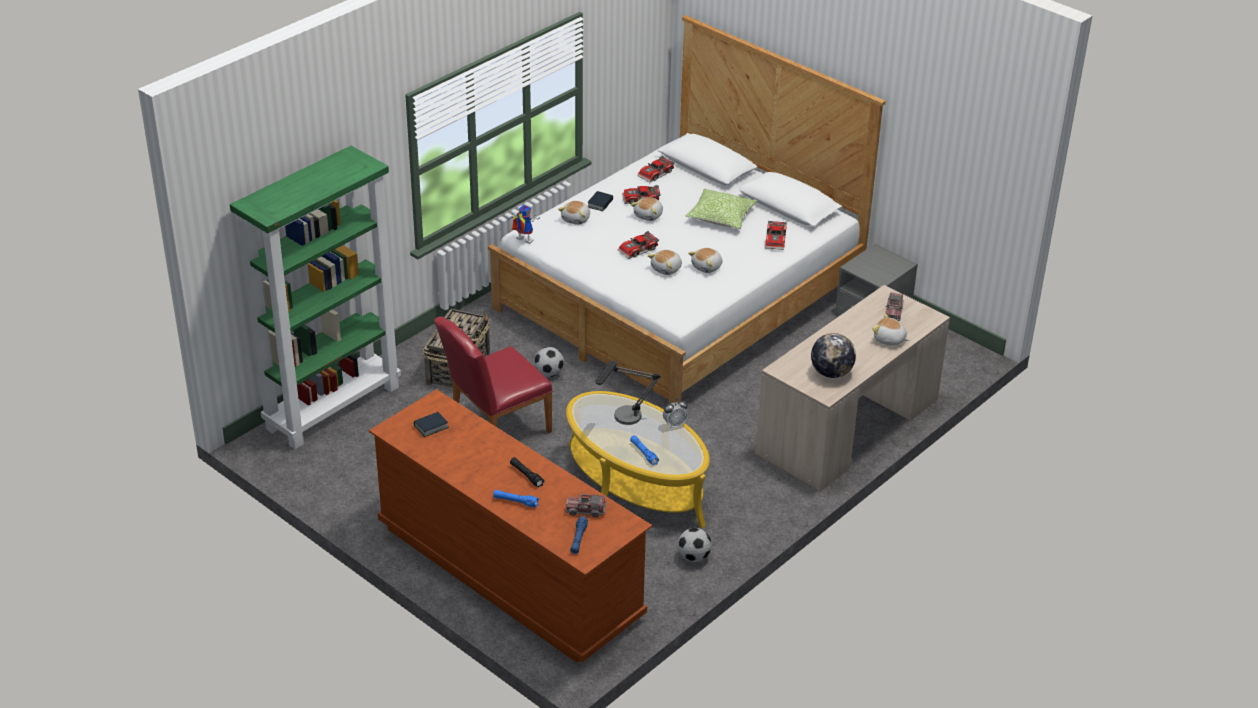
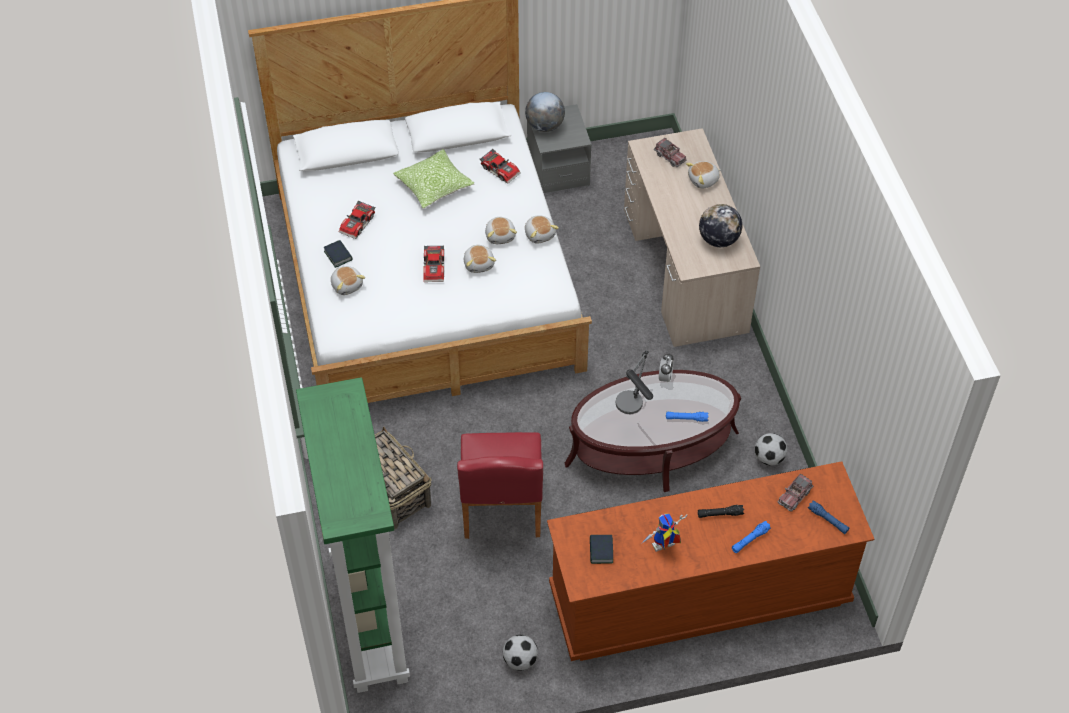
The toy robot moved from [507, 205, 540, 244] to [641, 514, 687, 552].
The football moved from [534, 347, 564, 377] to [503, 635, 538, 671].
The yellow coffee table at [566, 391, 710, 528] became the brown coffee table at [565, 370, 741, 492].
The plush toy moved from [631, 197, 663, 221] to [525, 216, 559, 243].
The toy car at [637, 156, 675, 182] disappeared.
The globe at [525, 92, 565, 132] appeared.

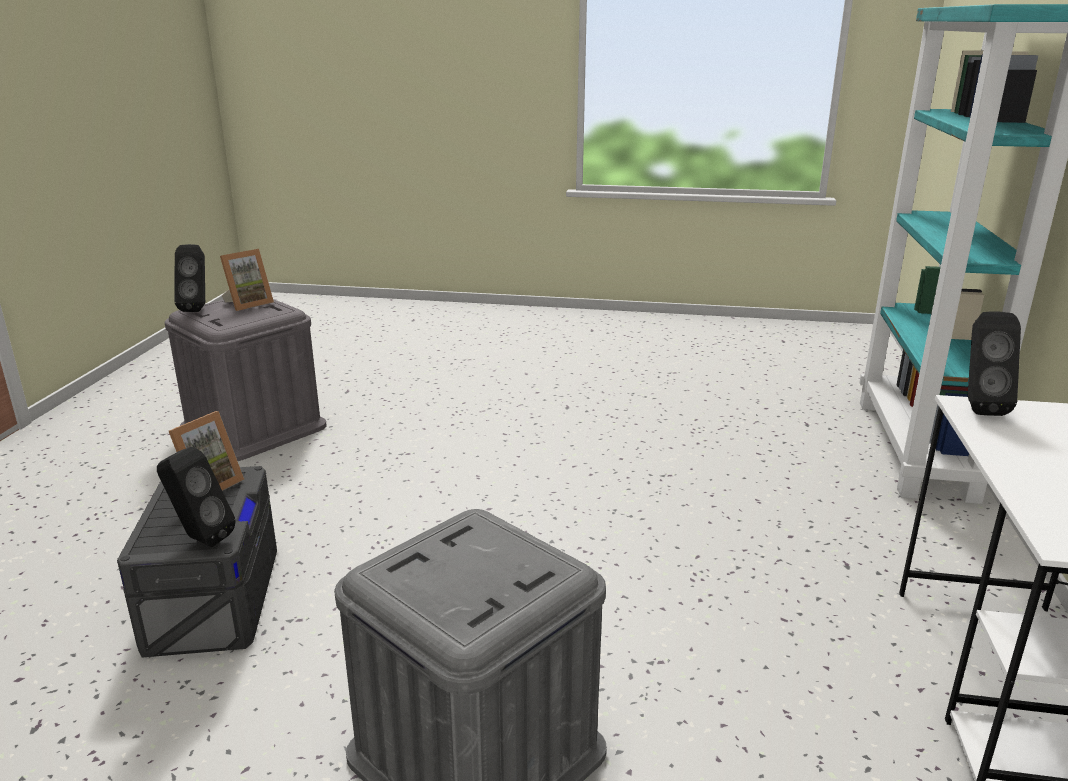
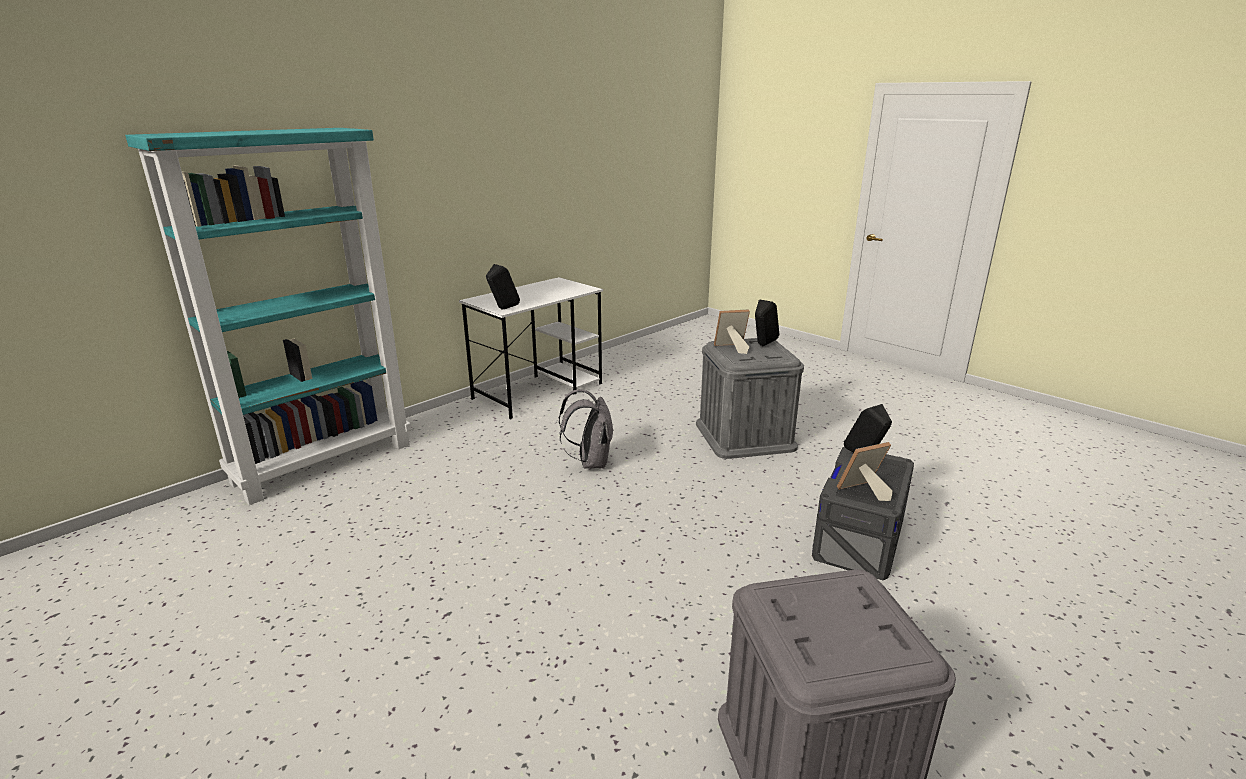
The black speaker moved from [175, 244, 205, 312] to [755, 299, 779, 346].
The picture frame moved from [220, 249, 274, 311] to [714, 310, 750, 354].
The grey backpack at [559, 389, 613, 469] appeared.

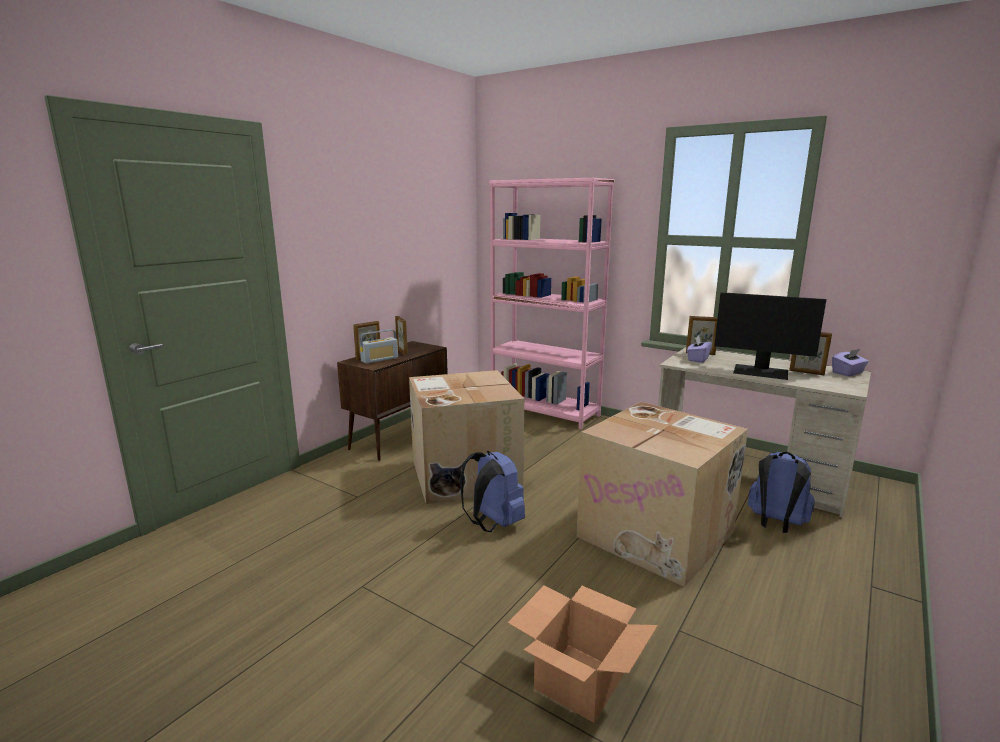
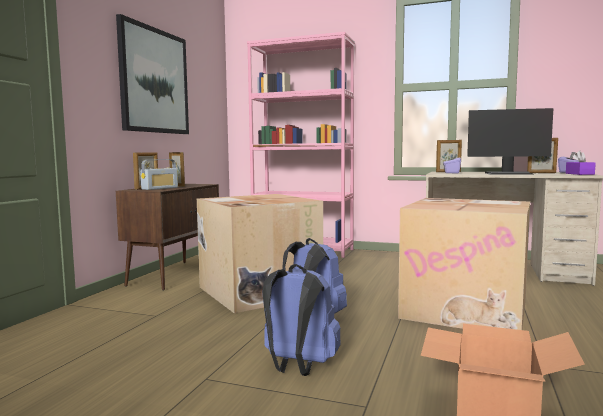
The blue backpack moved from [748, 452, 815, 533] to [262, 264, 341, 376].
The picture at [116, 14, 189, 134] appeared.
The purple tissue box at [566, 151, 596, 175] appeared.

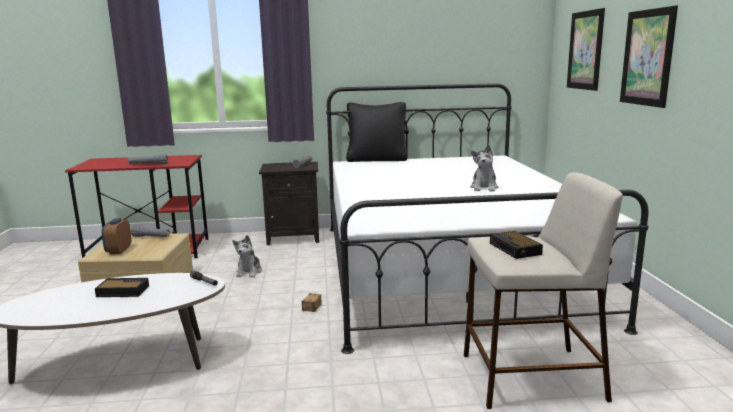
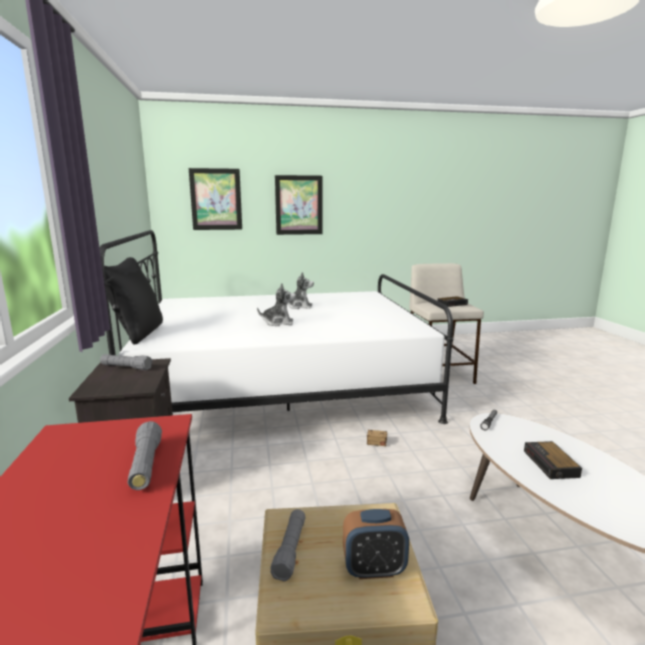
The plush toy moved from [232, 235, 262, 277] to [257, 283, 296, 326].

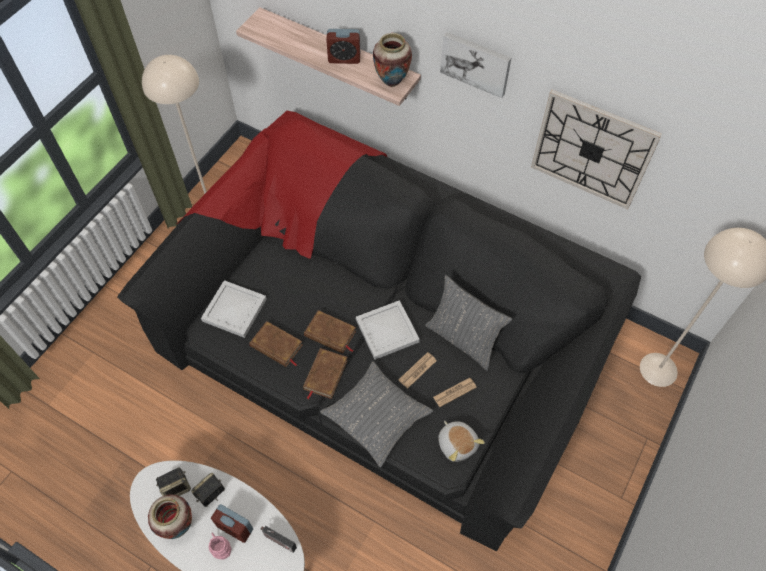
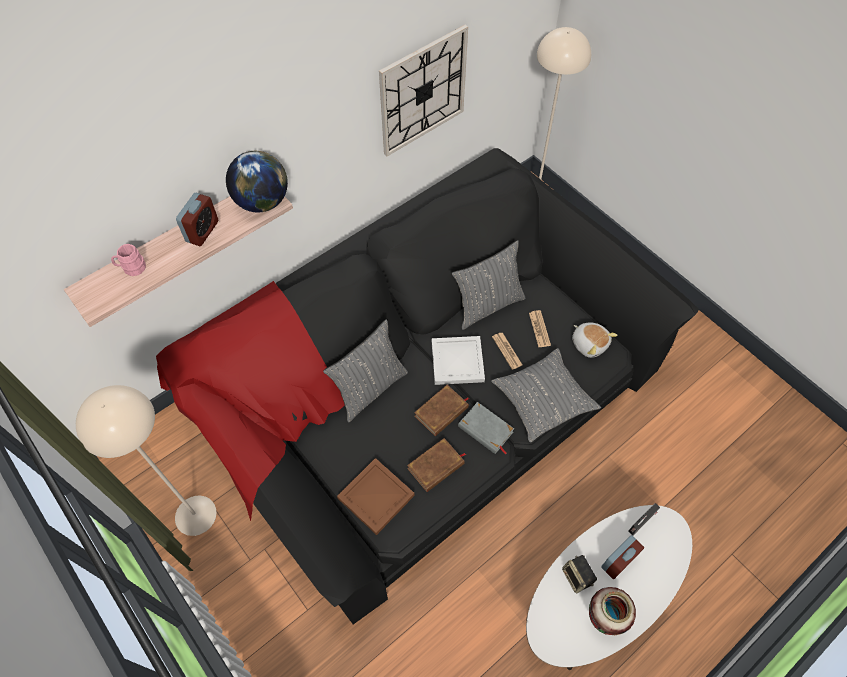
The speaker at [156, 467, 191, 496] disappeared.
The white tray at [201, 280, 267, 338] became the brown tray at [337, 458, 415, 535].
The pink mug moved from [209, 533, 231, 560] to [111, 244, 146, 276].
The brown book at [303, 348, 348, 399] became the grey book at [458, 402, 514, 455].
The vase at [373, 33, 412, 87] was replaced by the globe at [226, 151, 288, 213].
The plush toy at [438, 421, 485, 462] turned 60 degrees clockwise.
The picture at [440, 32, 511, 98] disappeared.
The grey pillow at [323, 319, 408, 422] appeared.

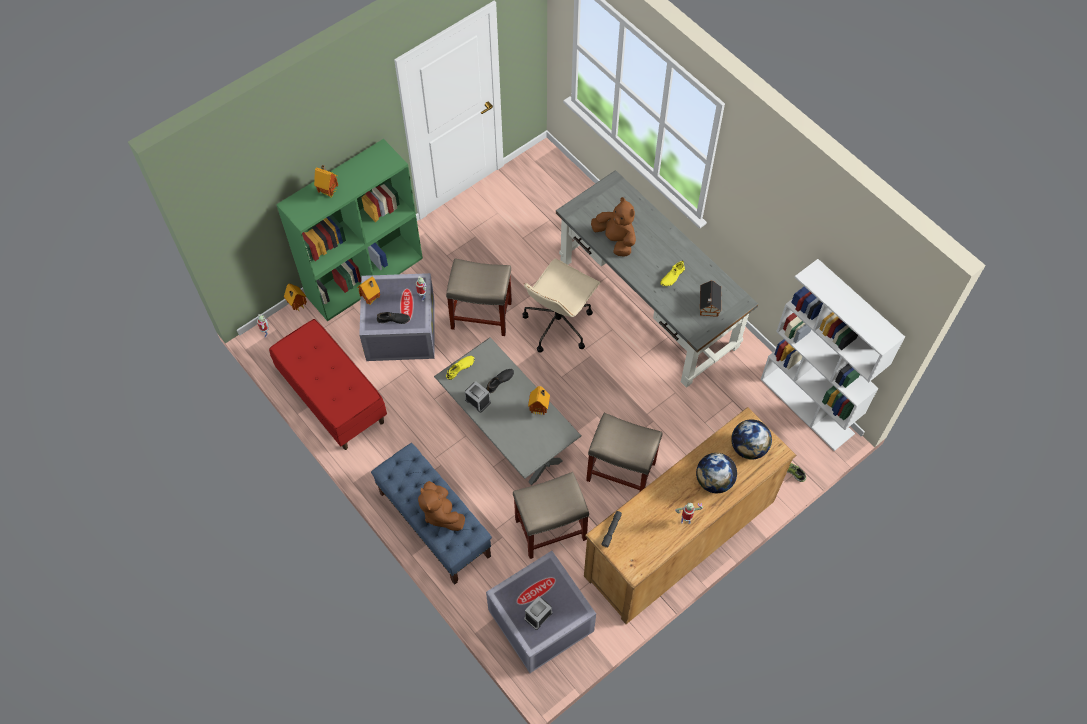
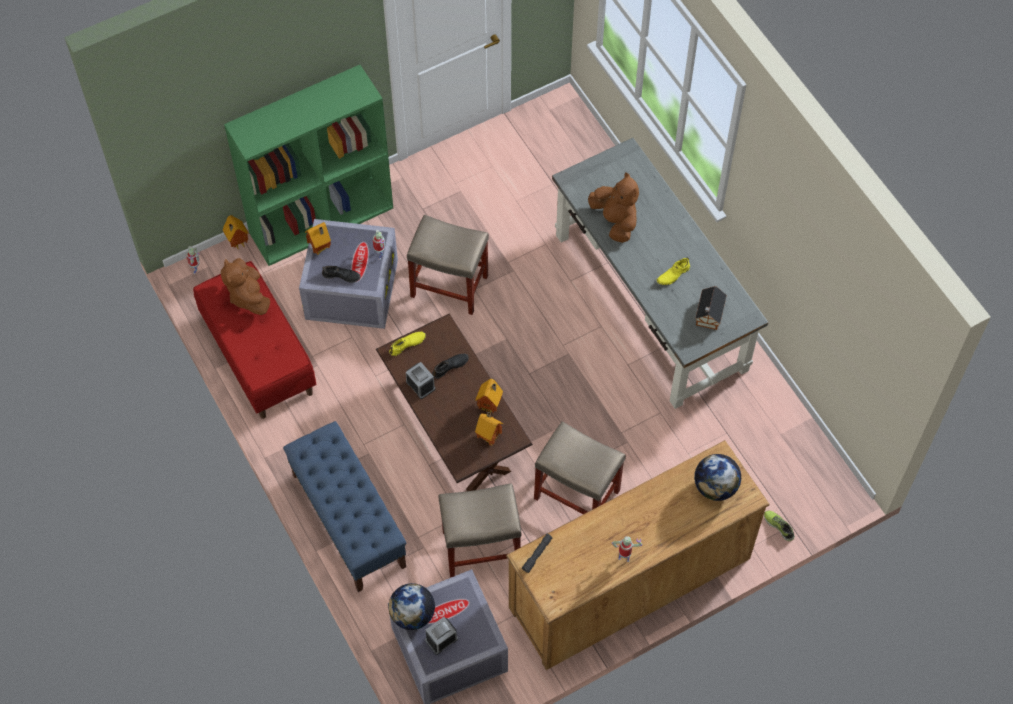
The toy house moved from [314, 165, 339, 198] to [475, 412, 503, 445].
The brown plush toy moved from [418, 481, 465, 531] to [221, 258, 270, 315].
The grey coffee table at [434, 337, 581, 485] became the brown coffee table at [376, 313, 533, 491].
The beige office chair at [523, 258, 600, 353] disappeared.
The globe moved from [696, 453, 737, 493] to [389, 583, 435, 630].
The white bookcase at [760, 259, 905, 451] disappeared.

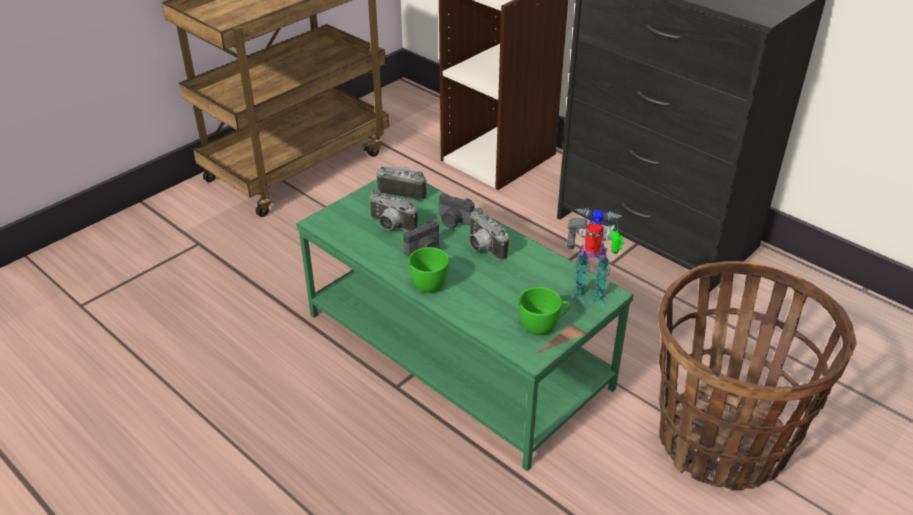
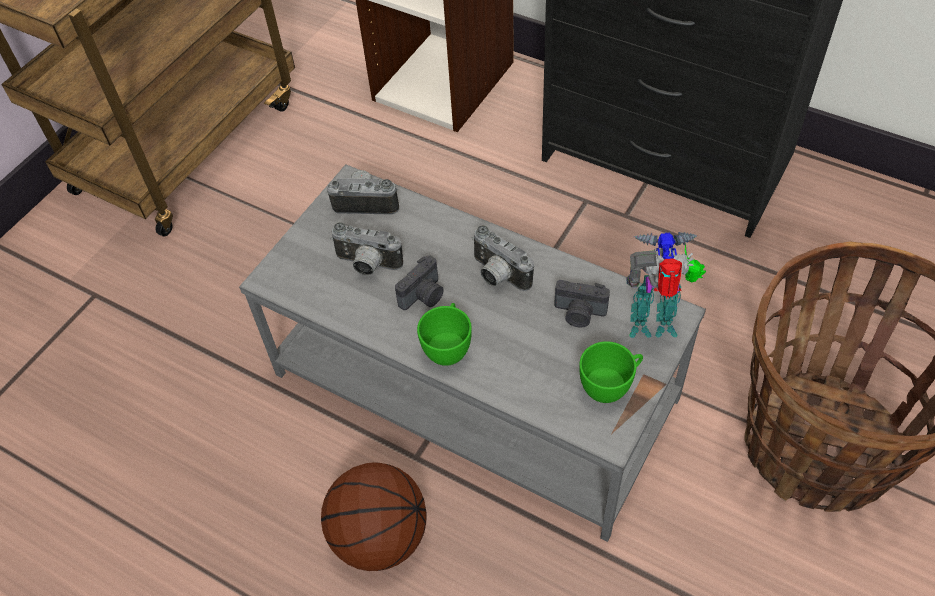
The green coffee table at [296, 179, 634, 471] became the grey coffee table at [239, 164, 706, 542].
The photo camera moved from [439, 193, 474, 228] to [554, 280, 610, 328].
The basketball at [321, 463, 426, 571] appeared.

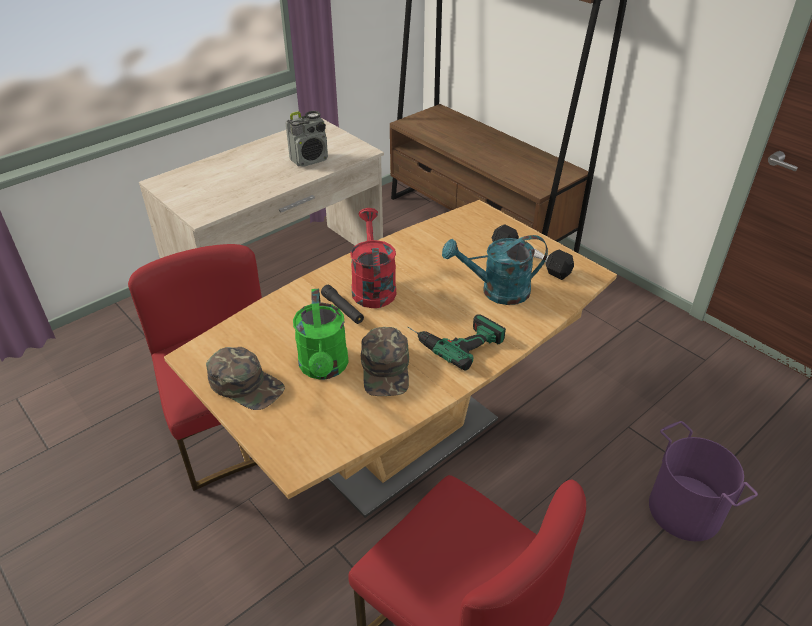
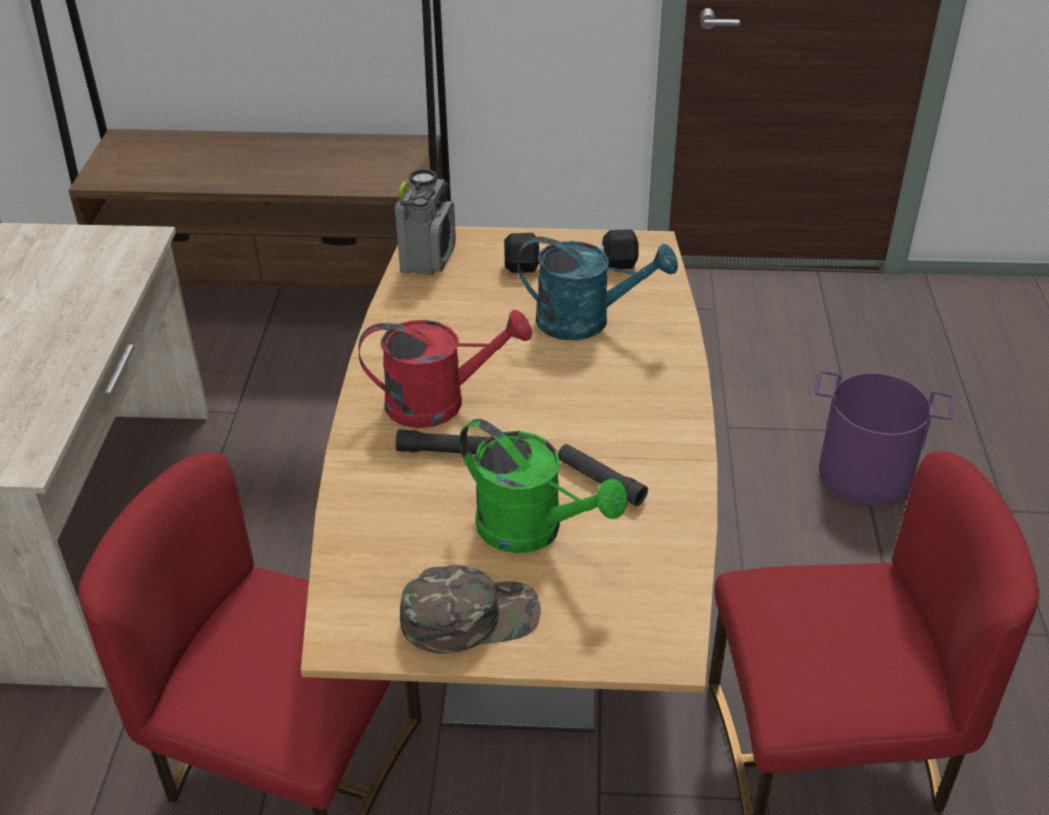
The radio moved from [285, 111, 328, 166] to [395, 169, 456, 275].
The red watering can at [350, 208, 397, 308] turned 135 degrees clockwise.
The green cap at [361, 327, 409, 396] was replaced by the black flashlight at [558, 444, 648, 506].
The power drill at [408, 314, 506, 370] disappeared.
The turquoise watering can at [442, 235, 548, 305] turned 120 degrees counterclockwise.

